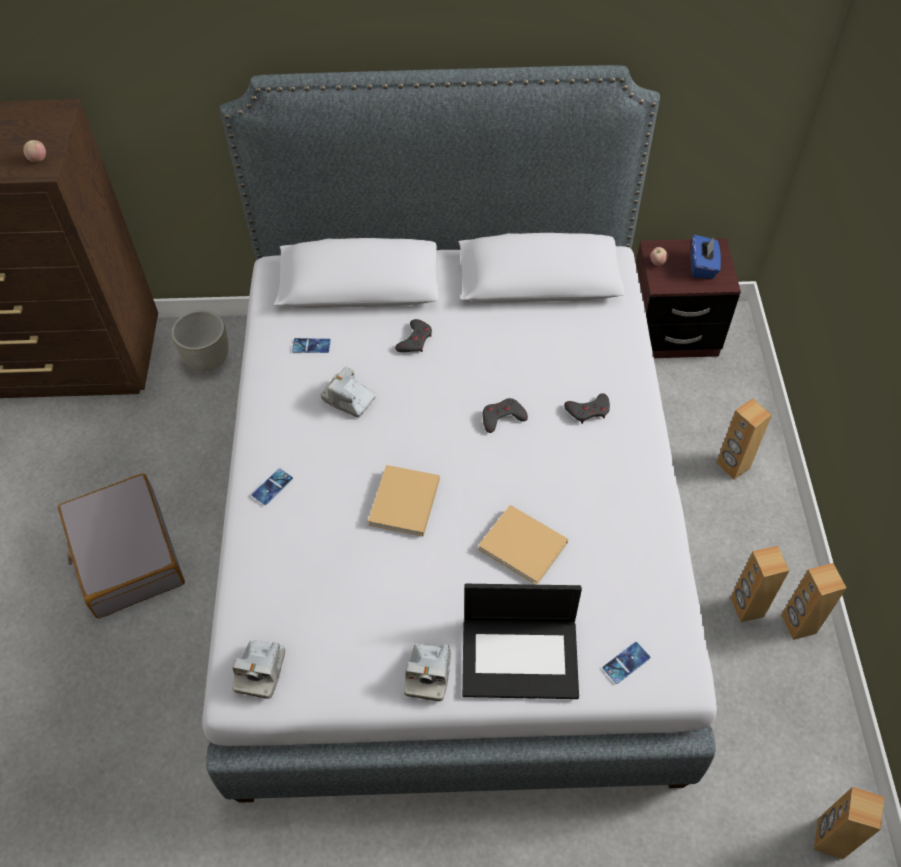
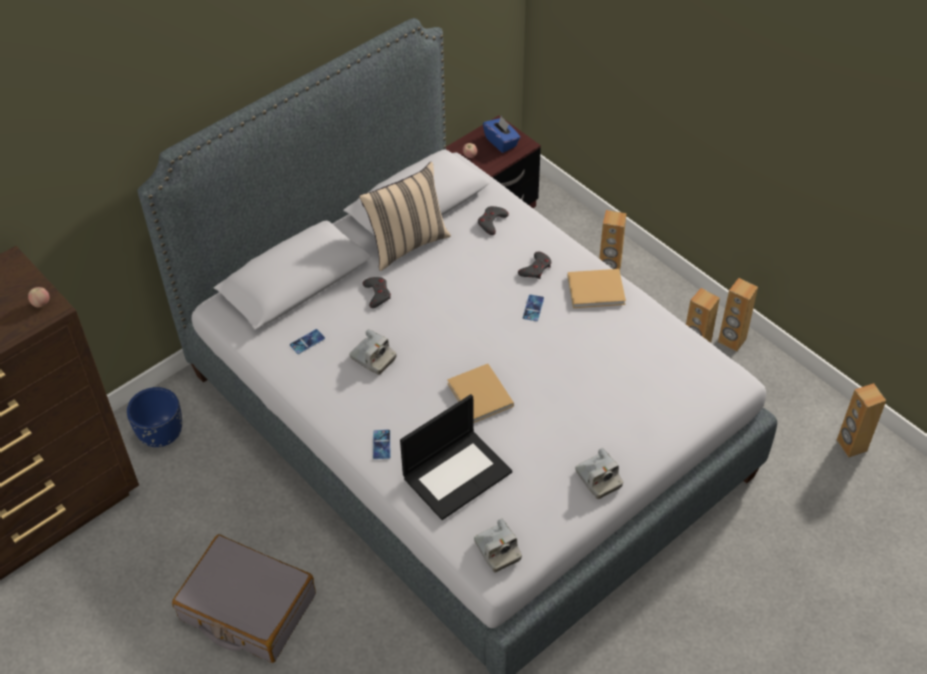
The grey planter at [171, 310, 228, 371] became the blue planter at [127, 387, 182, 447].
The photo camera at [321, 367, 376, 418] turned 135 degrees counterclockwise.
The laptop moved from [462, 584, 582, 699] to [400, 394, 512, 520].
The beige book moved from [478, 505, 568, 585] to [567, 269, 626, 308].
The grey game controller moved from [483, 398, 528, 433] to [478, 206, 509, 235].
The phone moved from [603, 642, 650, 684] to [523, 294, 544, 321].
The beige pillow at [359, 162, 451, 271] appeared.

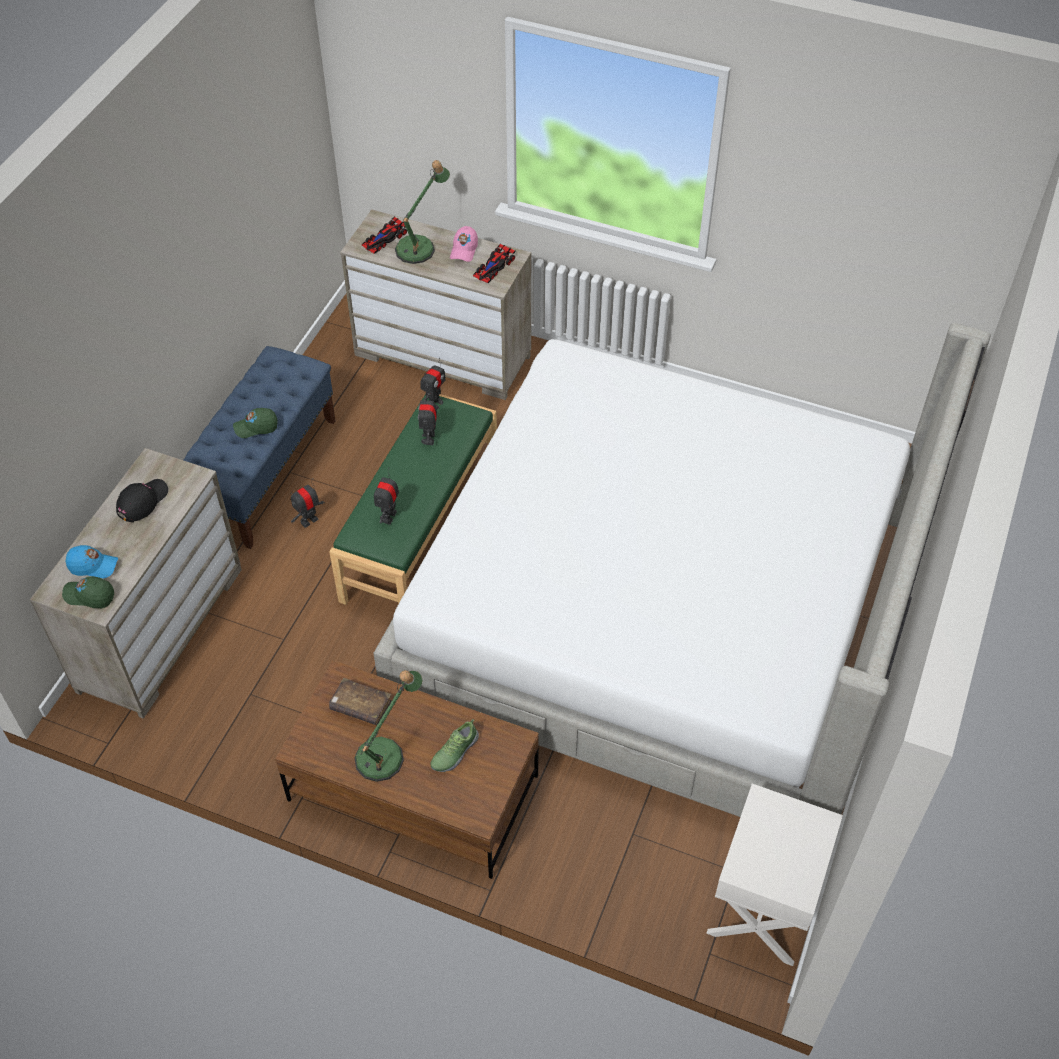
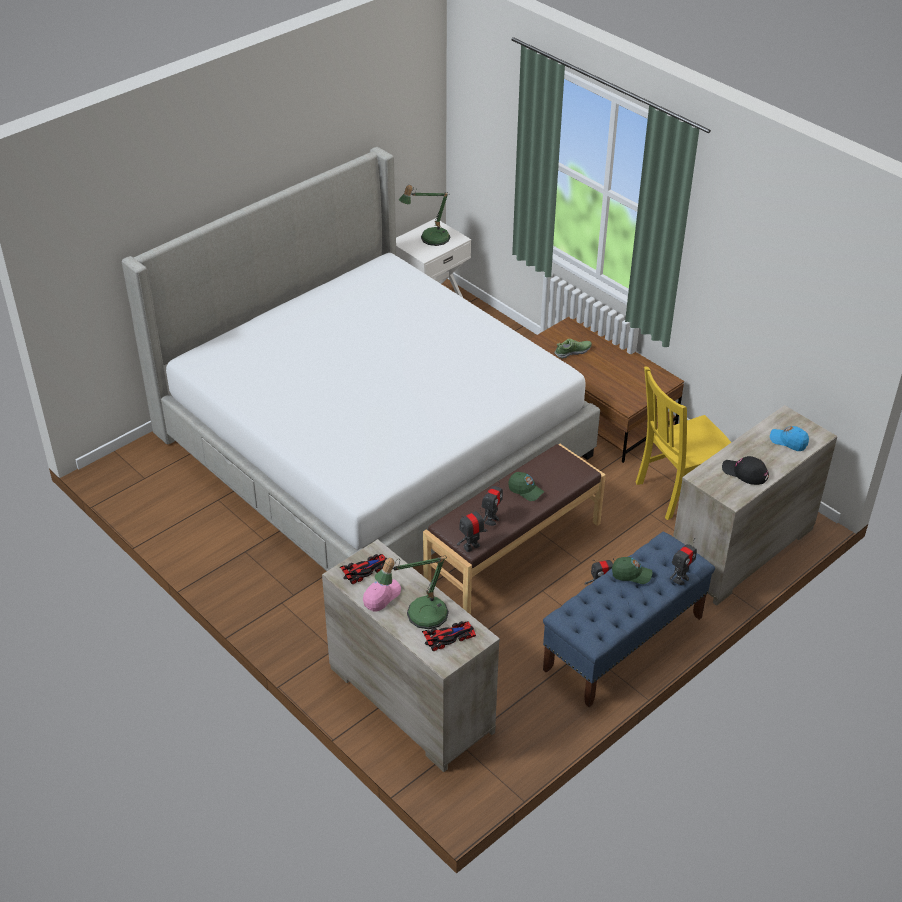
The green cap moved from [62, 576, 114, 608] to [508, 472, 544, 501].
The black cap at [116, 479, 168, 522] turned 60 degrees clockwise.
The green bench at [329, 394, 497, 605] became the brown bench at [423, 444, 606, 615].
The brown book at [329, 678, 392, 726] disappeared.
The table lamp moved from [354, 670, 423, 782] to [399, 185, 450, 246].
The toy robot moved from [374, 467, 399, 525] to [670, 538, 697, 585].
The yellow chair at [636, 367, 731, 520] appeared.

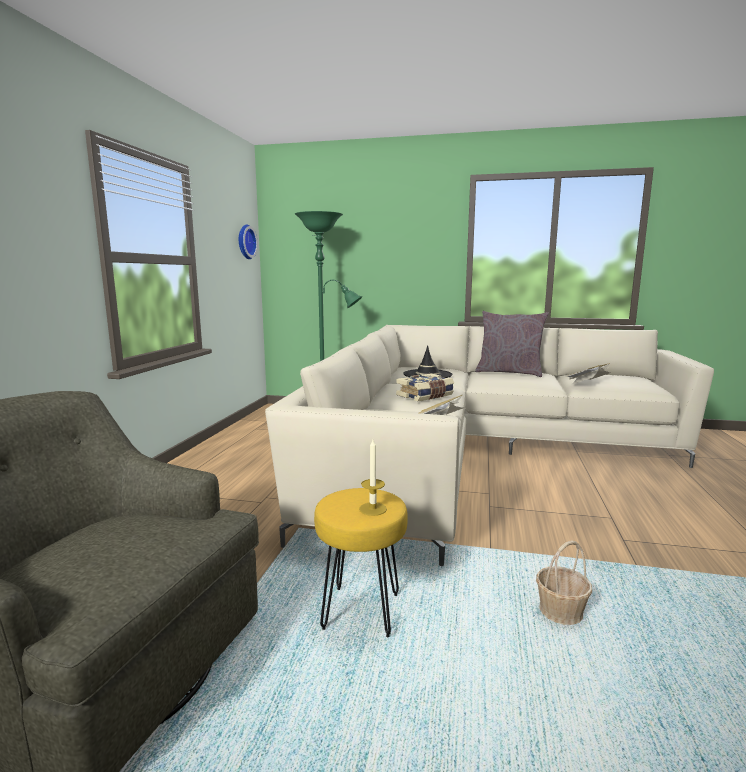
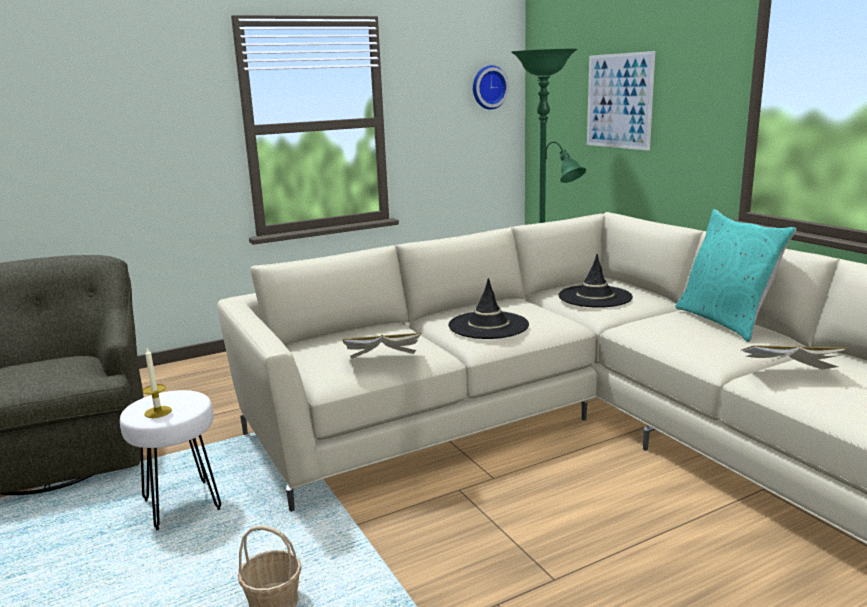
The yellow stool at [314, 488, 408, 637] became the white stool at [120, 390, 221, 530].
The book at [396, 373, 454, 401] was replaced by the black hat at [448, 278, 529, 339].
The grey pillow at [475, 311, 549, 377] became the turquoise pillow at [675, 209, 796, 342].
The picture at [587, 51, 655, 151] appeared.

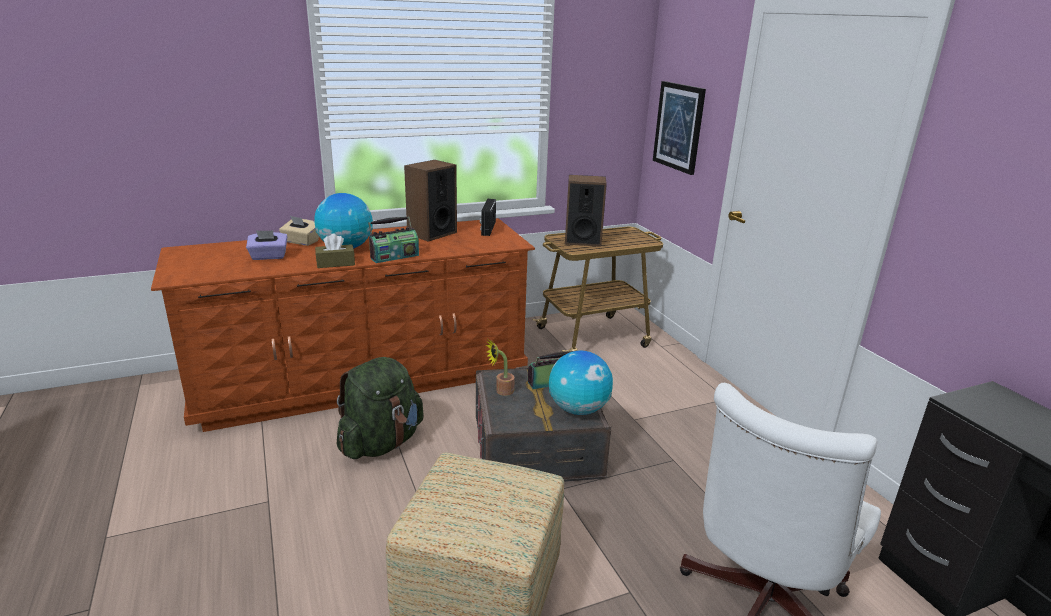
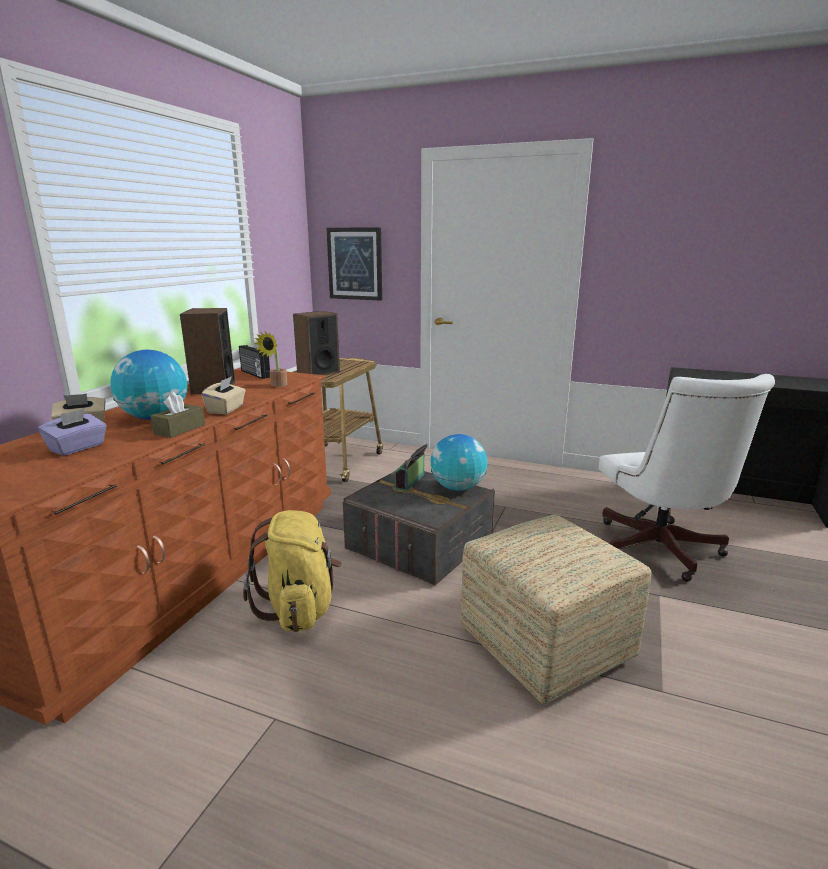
The green backpack at [337, 357, 424, 459] became the yellow backpack at [243, 510, 342, 632].
The radio at [368, 216, 419, 263] was replaced by the beige tissue box at [201, 376, 246, 414].
The potted plant moved from [486, 339, 515, 396] to [254, 332, 287, 387].

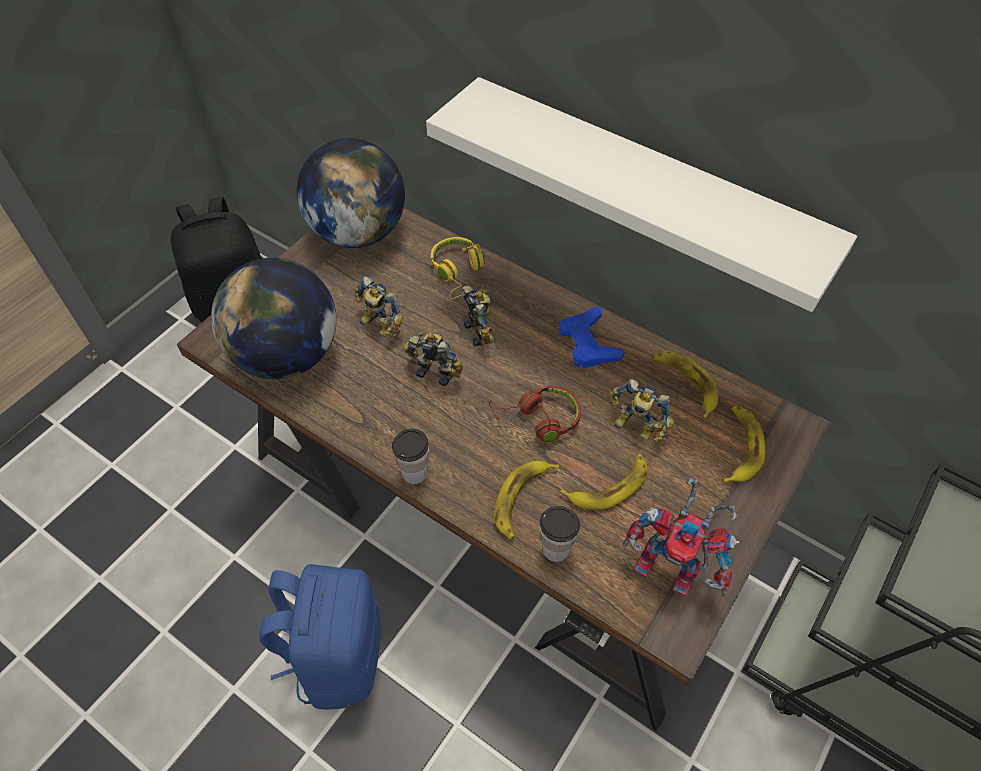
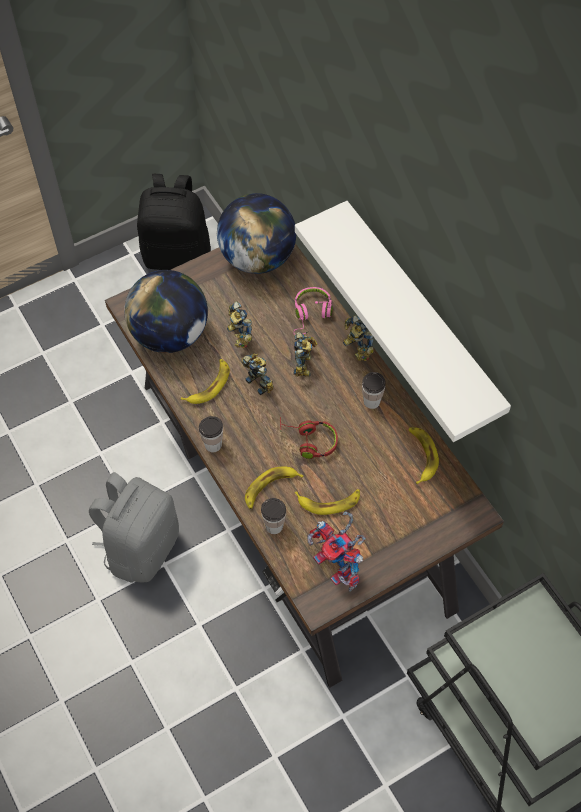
The blue backpack at [259, 564, 381, 710] became the grey backpack at [89, 472, 179, 582].
The yellow headphones at [431, 237, 485, 299] became the pink headphones at [293, 287, 333, 334].
The blue game controller at [559, 307, 624, 368] was replaced by the cup at [362, 372, 386, 409].
The toy robot moved from [610, 379, 674, 443] to [343, 315, 374, 361].
The banana moved from [723, 406, 765, 483] to [181, 359, 230, 404].

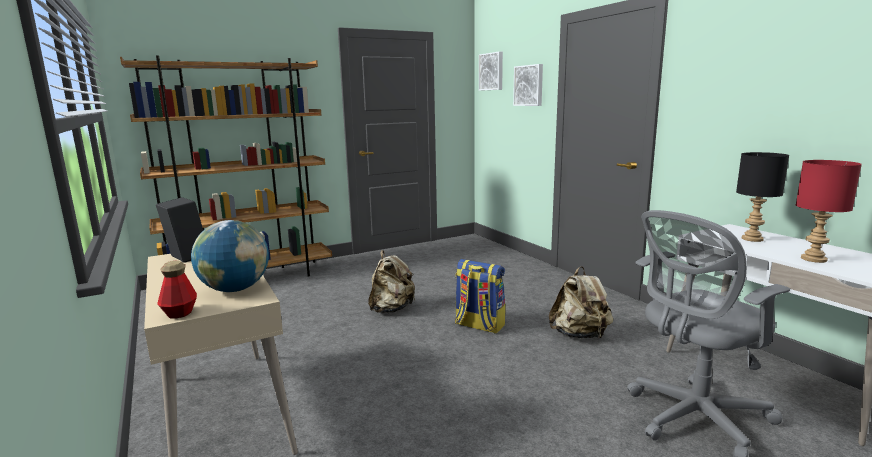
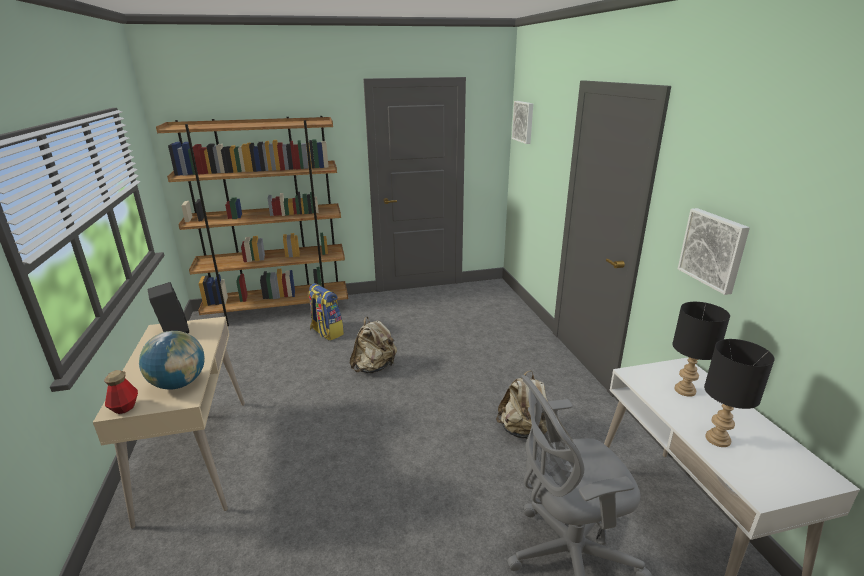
The backpack moved from [455, 259, 505, 334] to [308, 283, 344, 341].
The picture moved from [513, 64, 543, 106] to [678, 208, 750, 295].
The red table lamp at [796, 160, 862, 263] became the black table lamp at [704, 339, 775, 447].

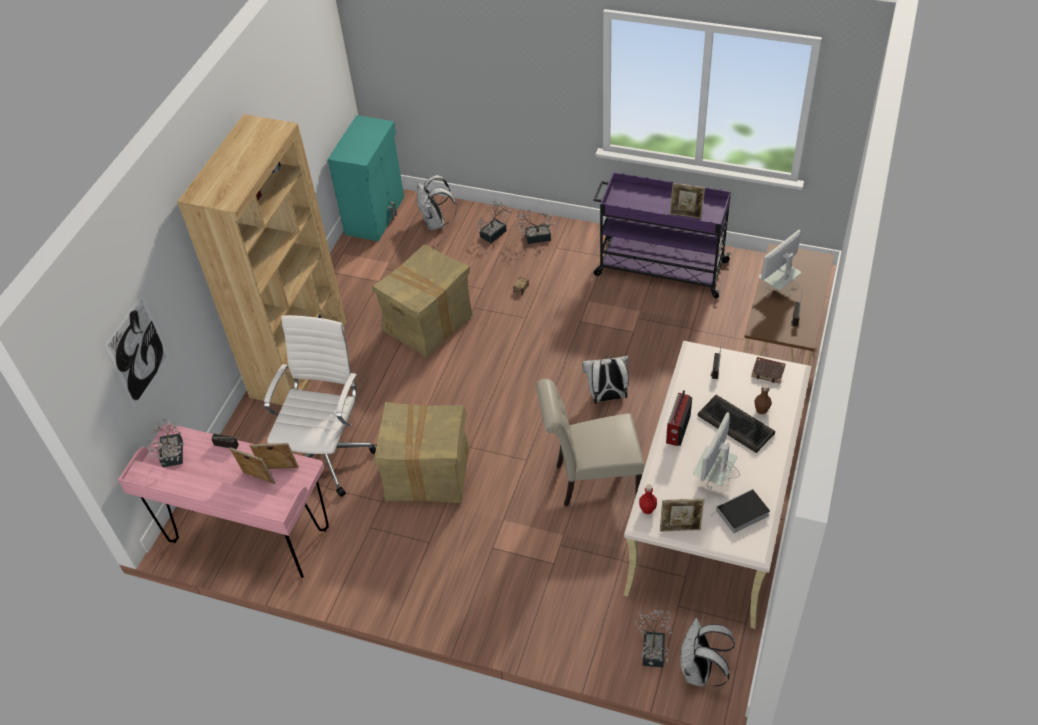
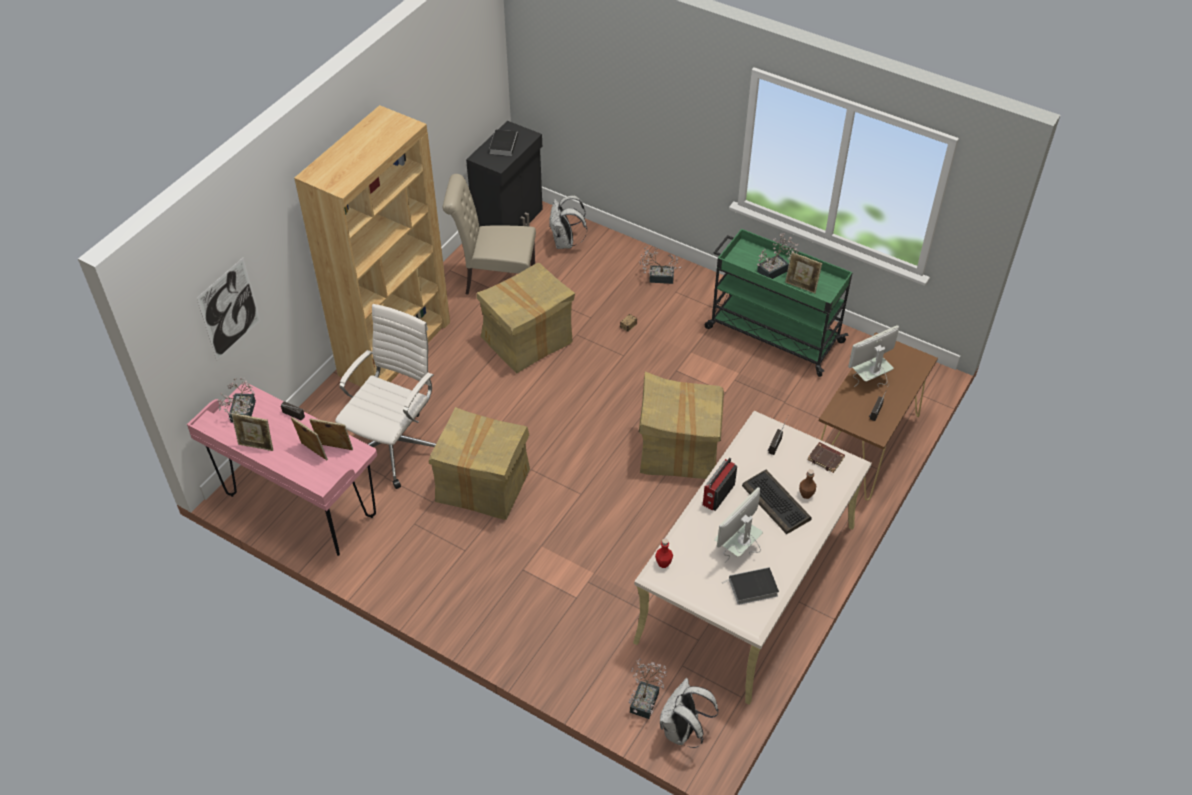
The turquoise cabinet at [327, 115, 404, 241] became the black cabinet at [466, 121, 543, 227].
The potted plant moved from [478, 199, 512, 243] to [757, 233, 799, 279].
The beige chair moved from [536, 379, 645, 506] to [443, 174, 536, 294].
The white backpack at [582, 356, 629, 404] was replaced by the cardboard box at [639, 372, 724, 479].
The purple cart at [594, 172, 732, 298] became the green cart at [705, 229, 852, 377].
The picture frame moved from [660, 499, 704, 532] to [232, 413, 273, 451].
The book at [489, 129, 518, 156] appeared.

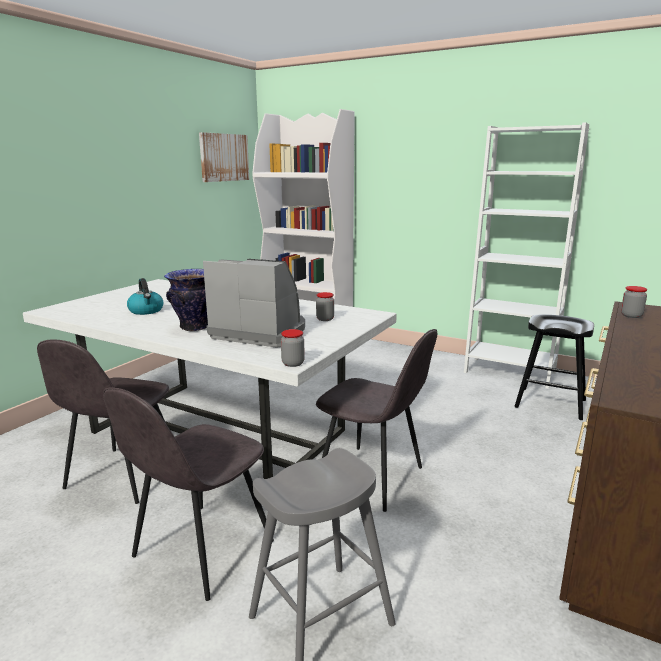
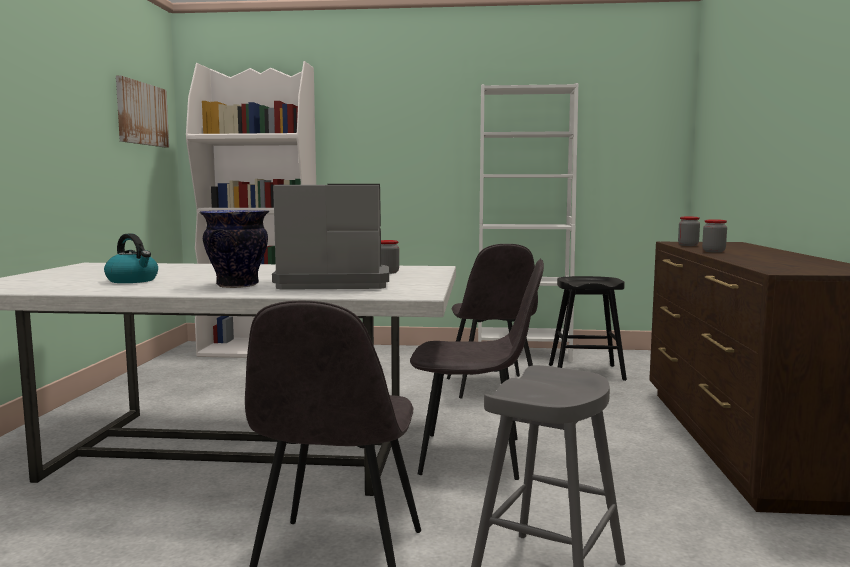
The grey chair moved from [37, 340, 169, 504] to [447, 244, 538, 399].
The jar moved from [281, 329, 305, 367] to [702, 219, 727, 253].

